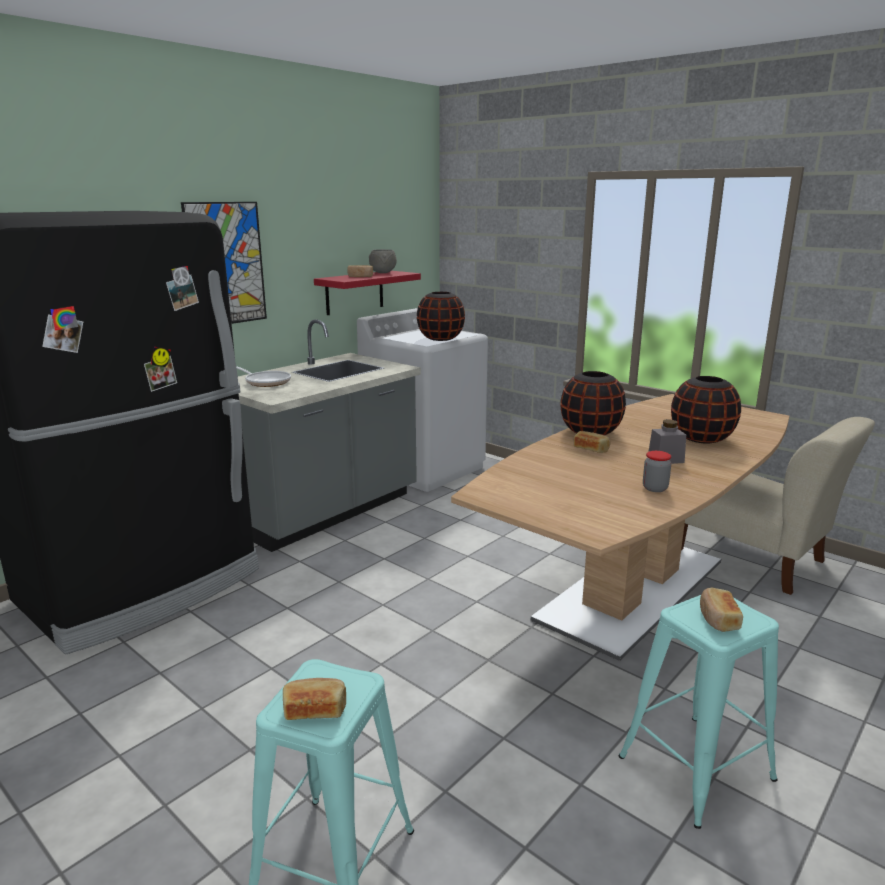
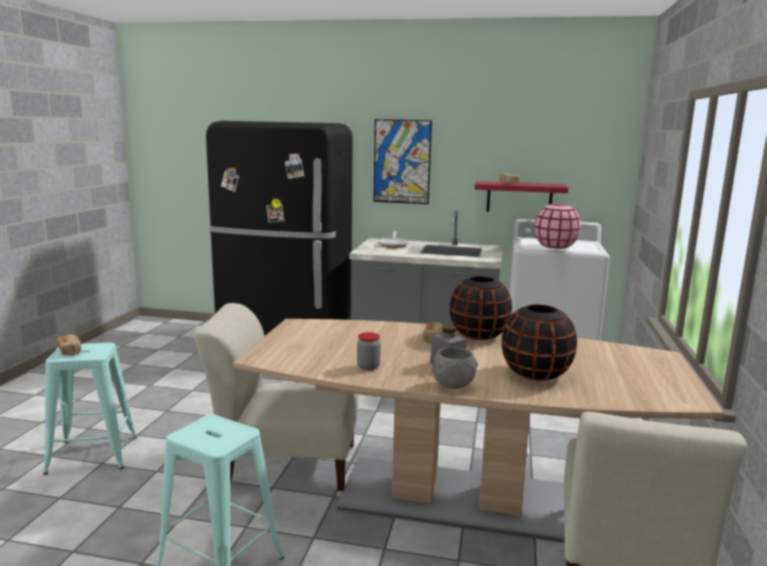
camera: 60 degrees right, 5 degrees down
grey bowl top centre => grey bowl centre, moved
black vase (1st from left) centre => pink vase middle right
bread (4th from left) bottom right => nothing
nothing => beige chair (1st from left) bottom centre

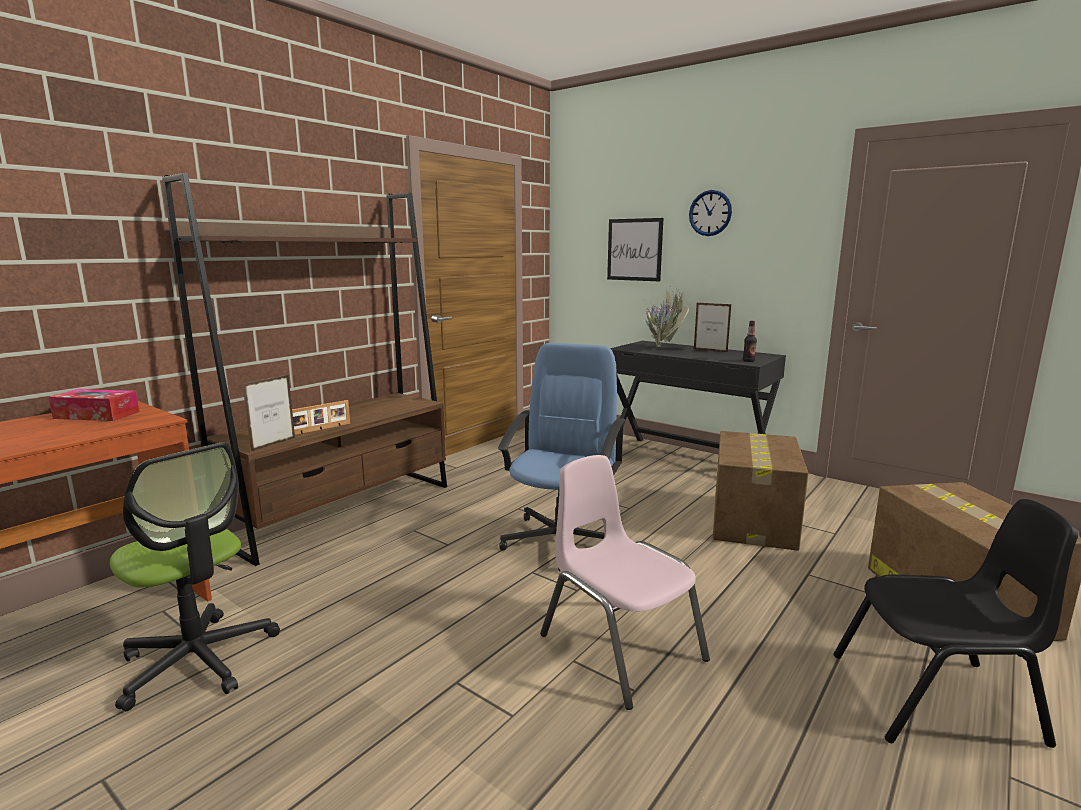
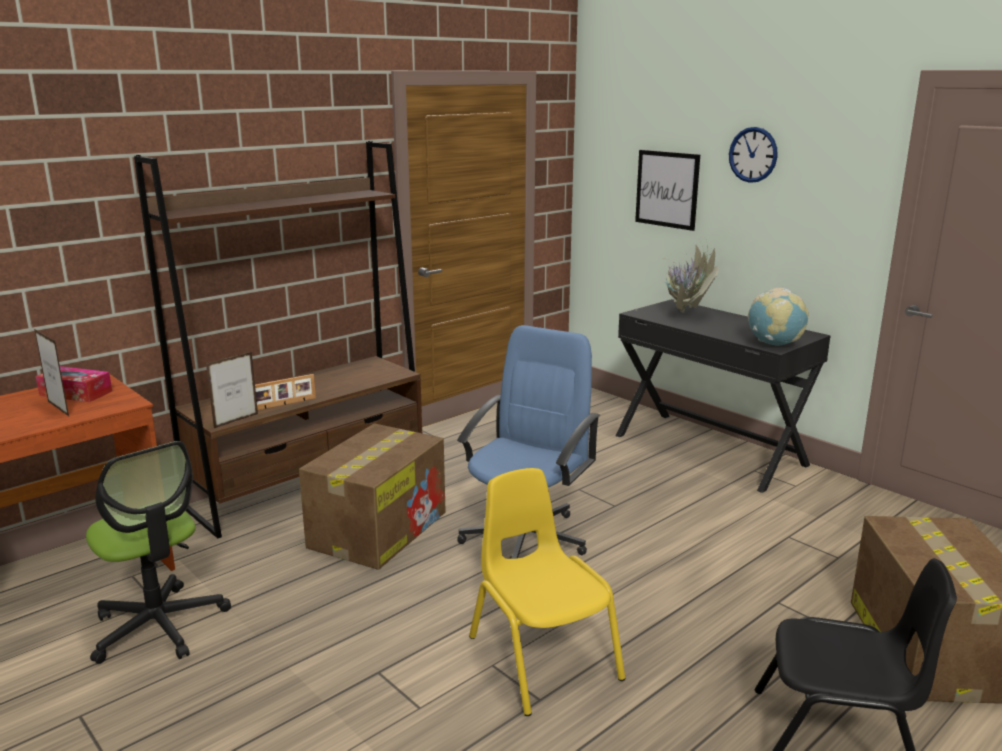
camera: 10 degrees right, 5 degrees up
picture frame (3rd from left in the first image) centre => picture frame (1st from left) middle left, moved
bottle middle right => globe middle right
cardboard box (1st from left) middle right => cardboard box (1st from left) centre, moved
pink chair bottom centre => yellow chair bottom centre

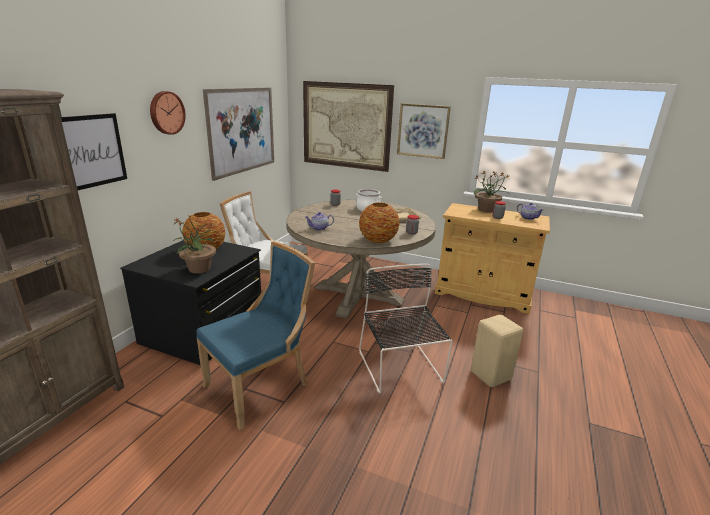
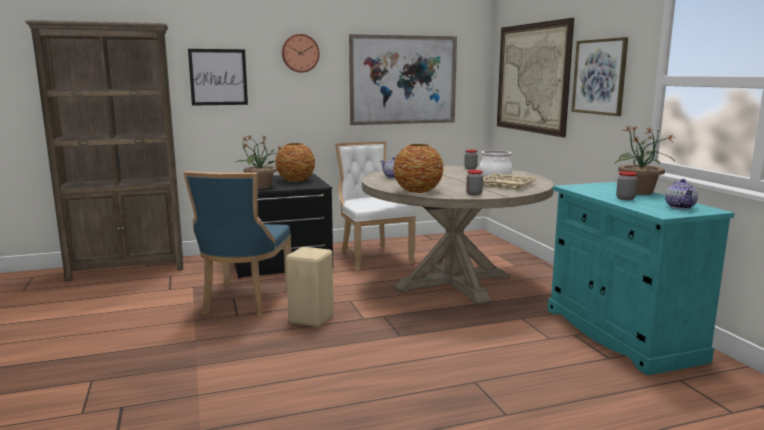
camera: 50 degrees right, 10 degrees down
beige cabinet middle right => turquoise cabinet middle right
blue chair centre => blue chair middle left, 90 degrees clockwise
black chair centre => nothing
beige stool bottom right => beige stool bottom centre, moved

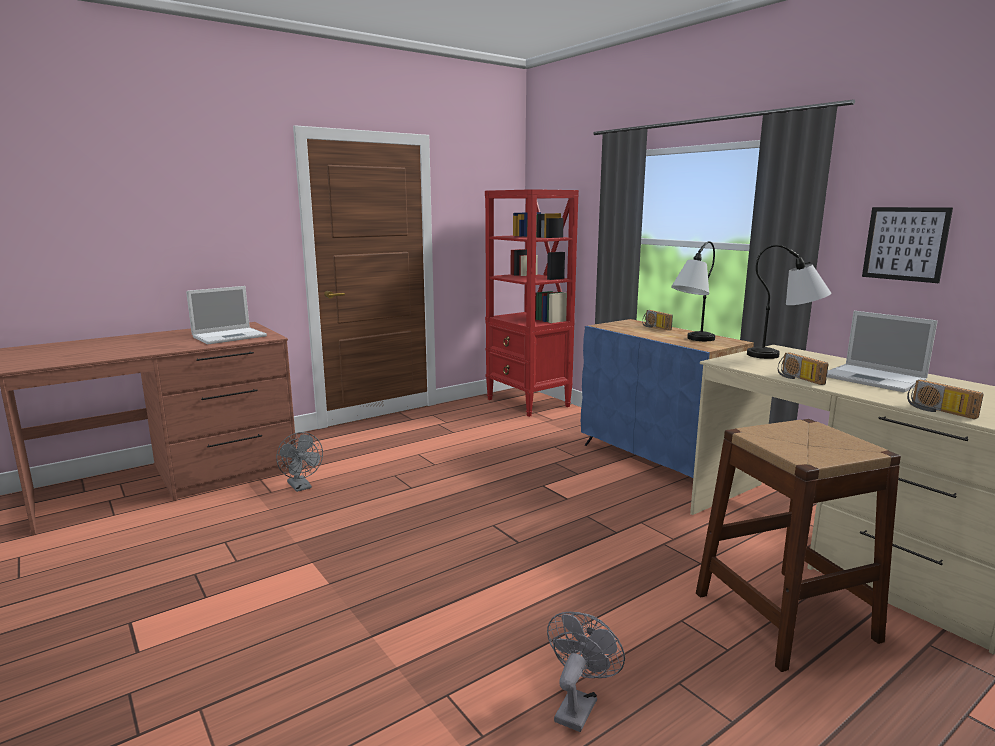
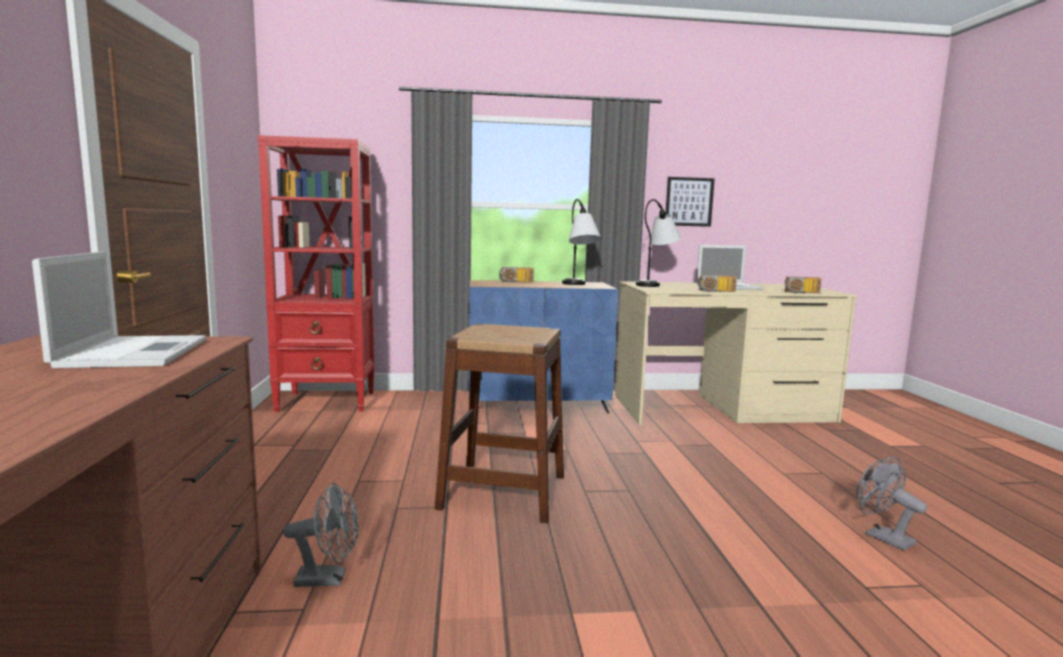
camera: 60 degrees left, 5 degrees down
brown stool bottom right => brown stool centre, moved

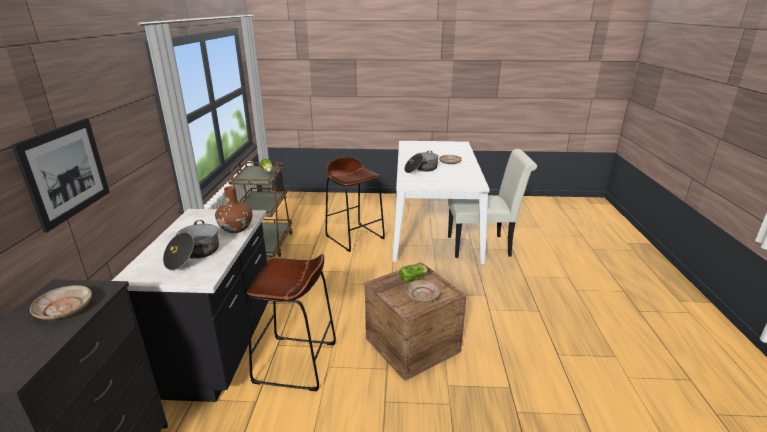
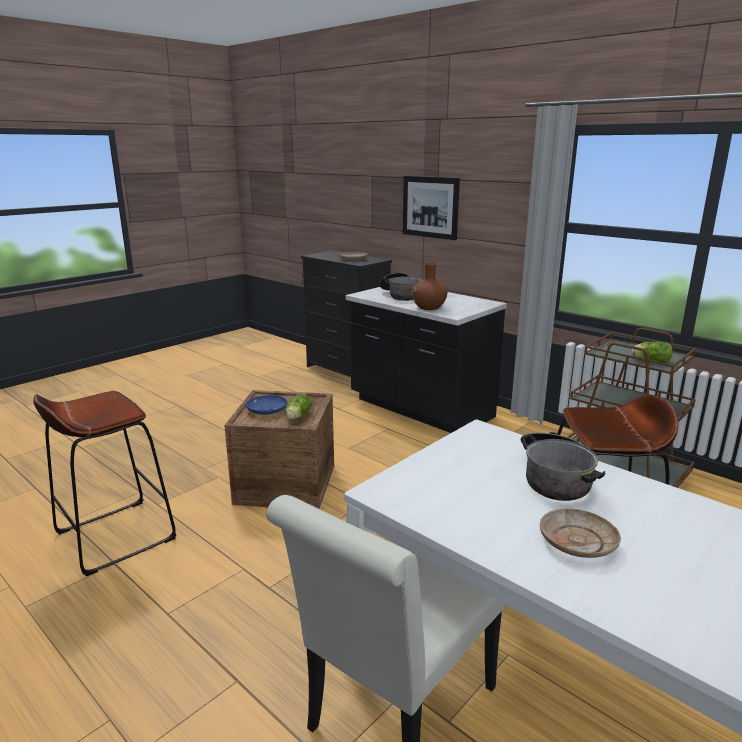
camera: 130 degrees right, 5 degrees down
brown stool (1st from left) bottom centre => brown stool (1st from left) middle left, moved
beige plate (2nd from left) bottom centre => blue plate centre

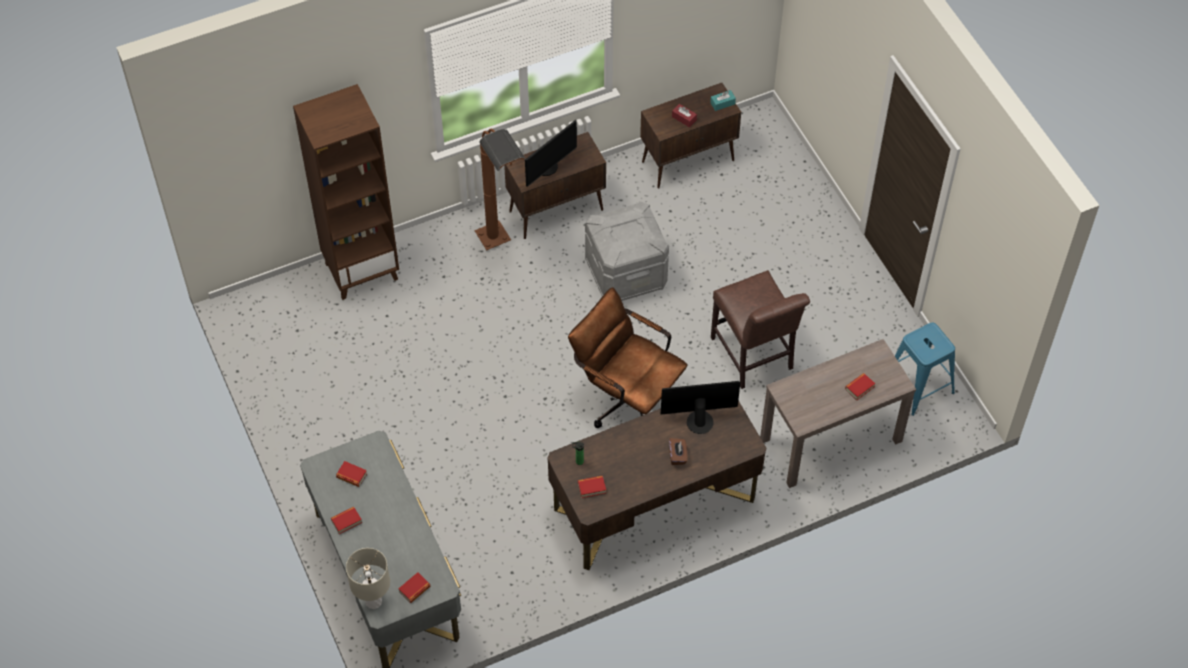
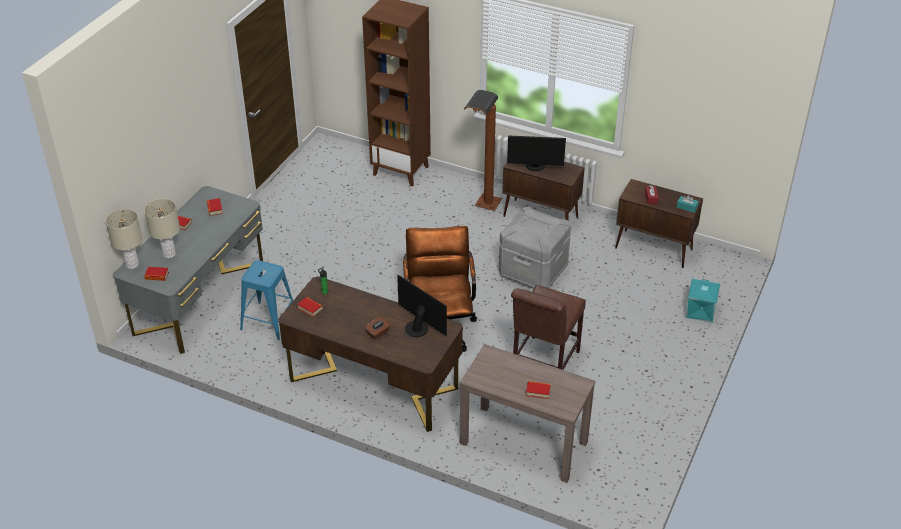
camera: 50 degrees right, 15 degrees down
blue stool middle right => blue stool middle left, moved
nothing => beige table lamp (2nd from left) middle left
nothing => turquoise storage box middle right

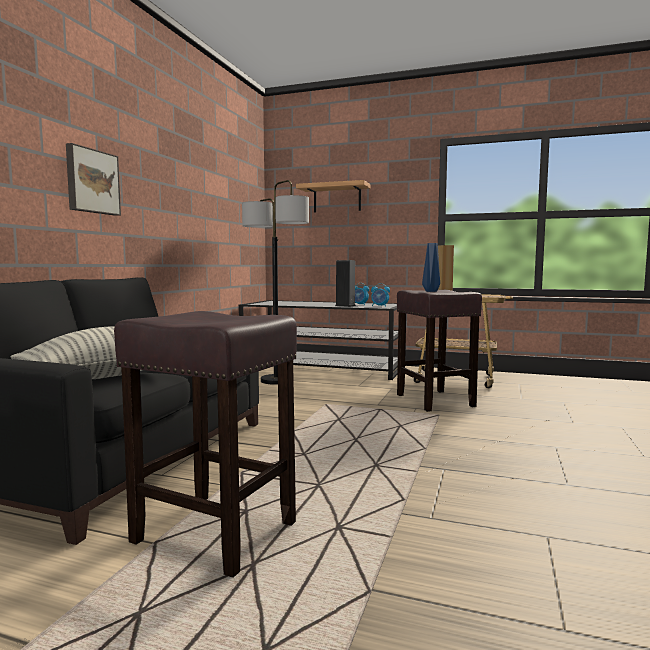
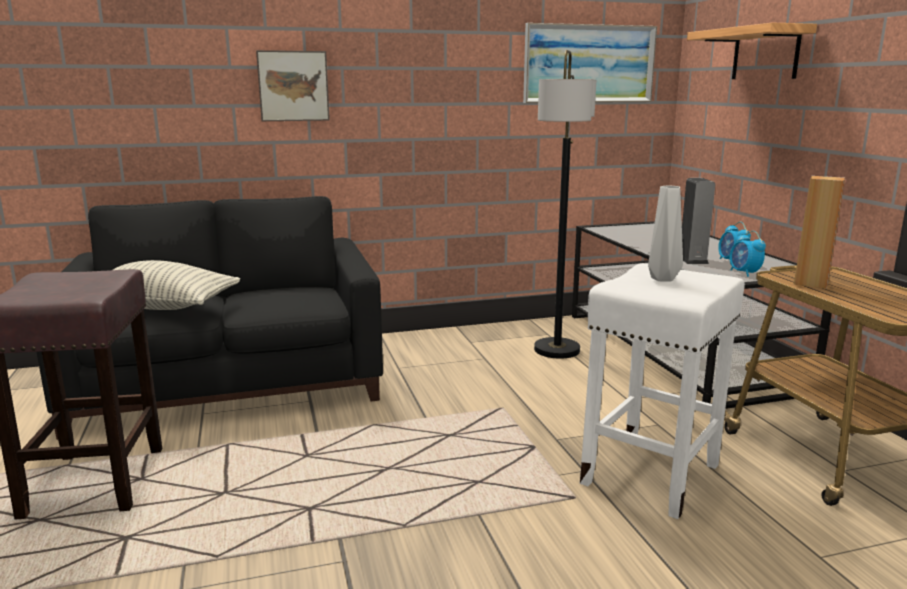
camera: 55 degrees right, 10 degrees up
blue vase centre => grey vase middle right
brown stool (2nd from left) middle right => white stool middle right
nothing => picture (2nd from left) top centre

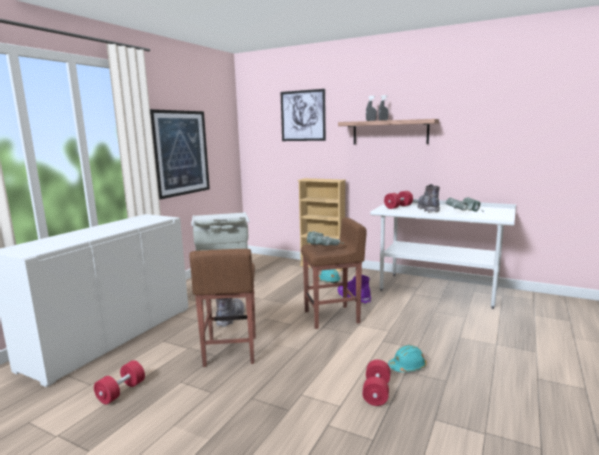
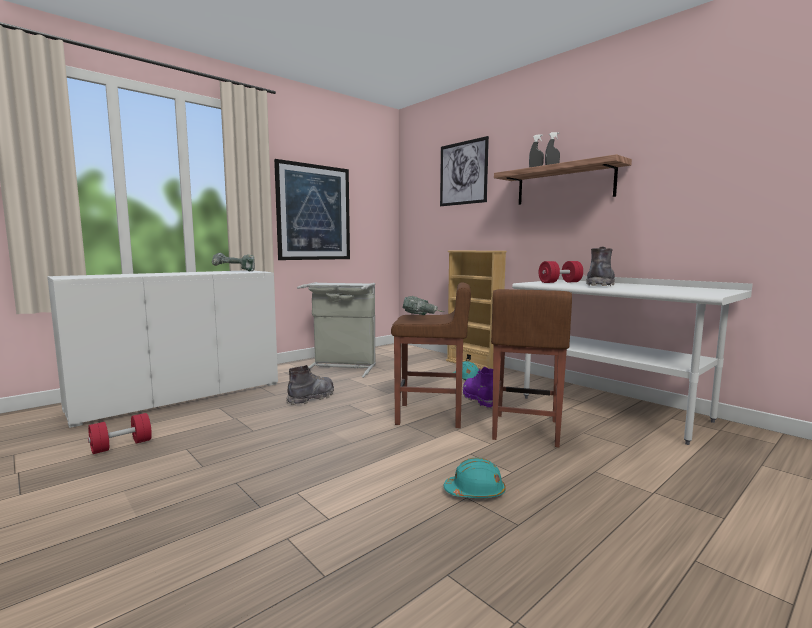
camera: 20 degrees right, 5 degrees down
power drill (2nd from left in the first image) middle right => power drill (1st from left) middle left, moved
brown stool (1st from left in the first image) bottom centre => brown stool (2nd from left) centre, moved
red dumbbell (2nd from left) bottom centre => nothing

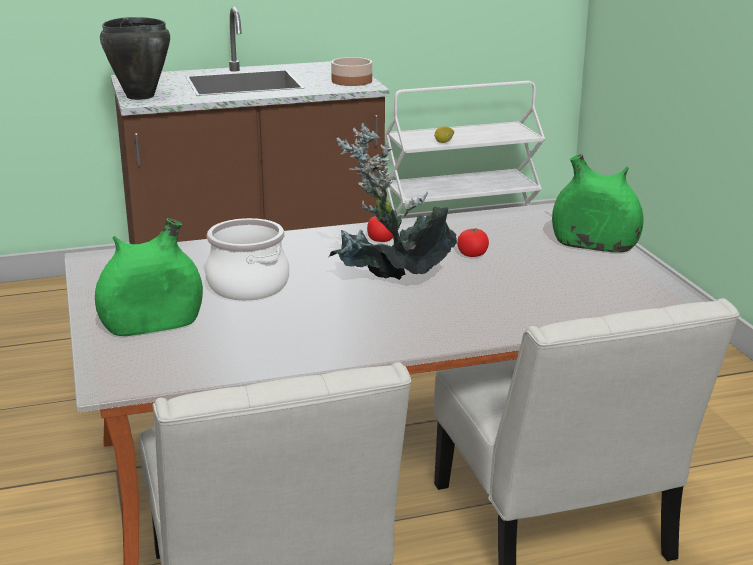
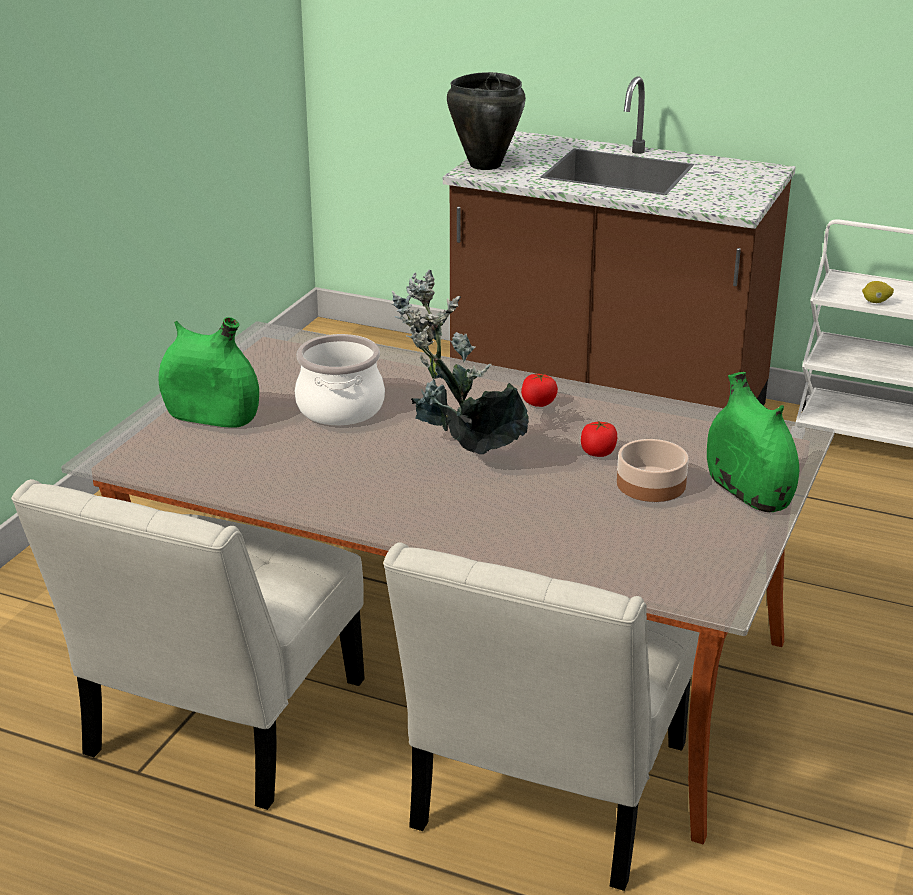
camera: 40 degrees right, 5 degrees up
bowl top centre => bowl middle right, moved

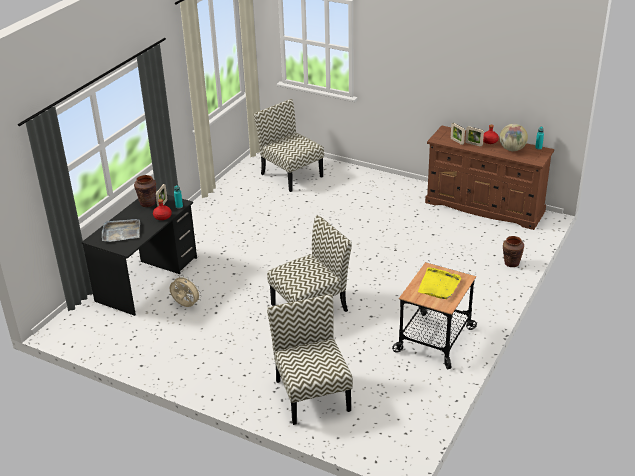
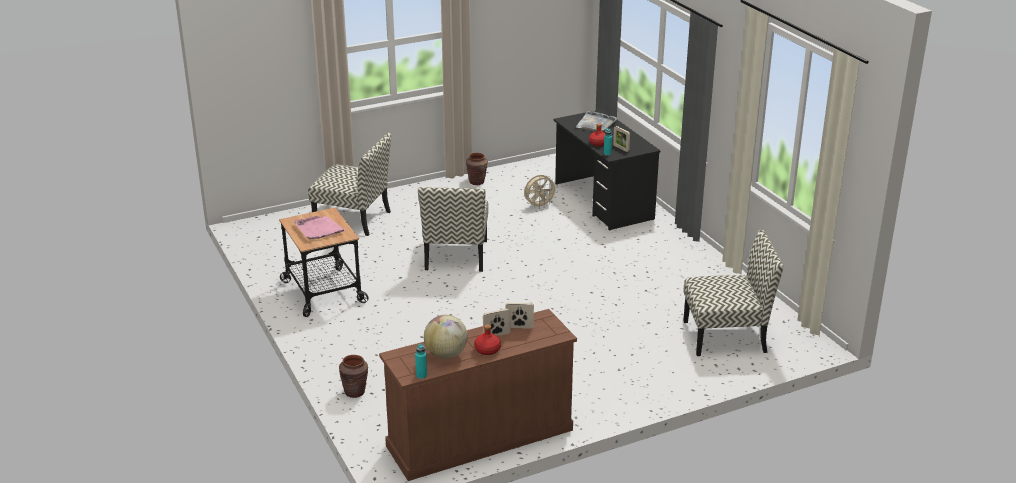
camera: 125 degrees right, 5 degrees down
brown vase (1st from left in the first image) middle left => brown vase (2nd from left) centre, moved
yellow tray middle right => pink tray middle left

